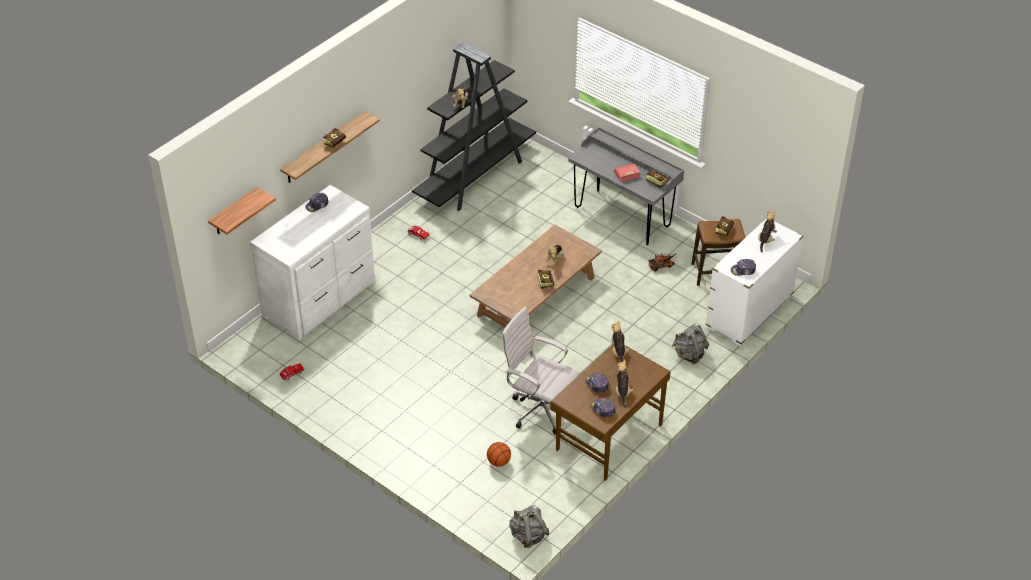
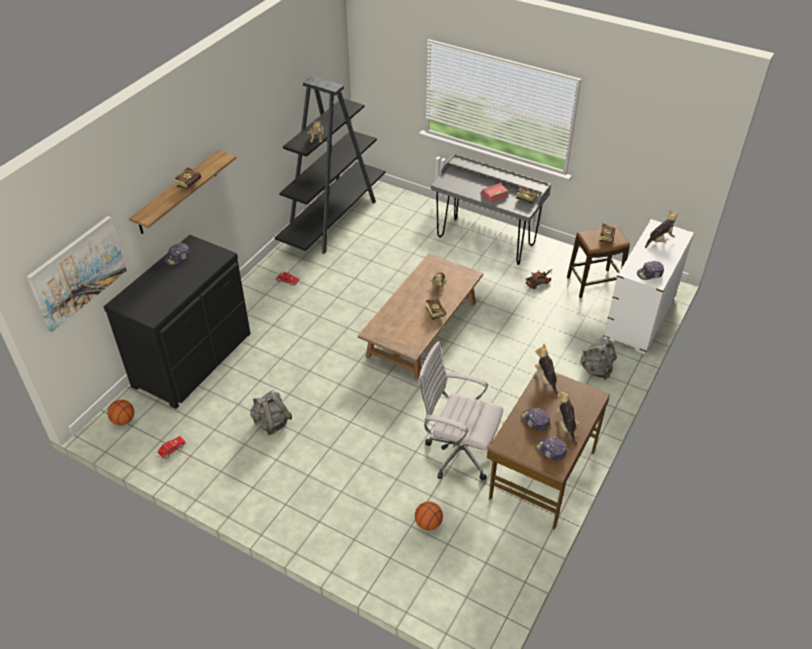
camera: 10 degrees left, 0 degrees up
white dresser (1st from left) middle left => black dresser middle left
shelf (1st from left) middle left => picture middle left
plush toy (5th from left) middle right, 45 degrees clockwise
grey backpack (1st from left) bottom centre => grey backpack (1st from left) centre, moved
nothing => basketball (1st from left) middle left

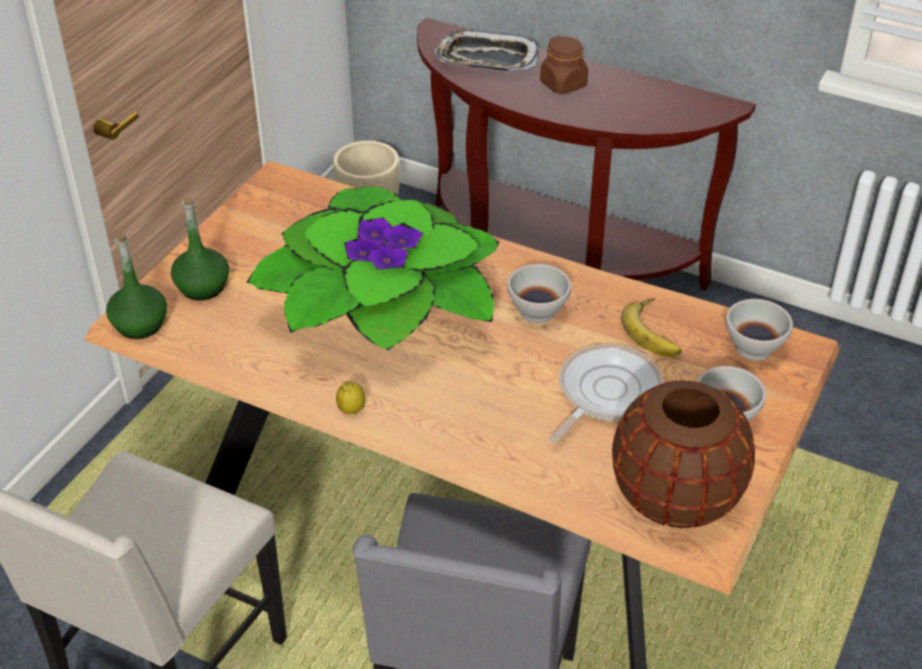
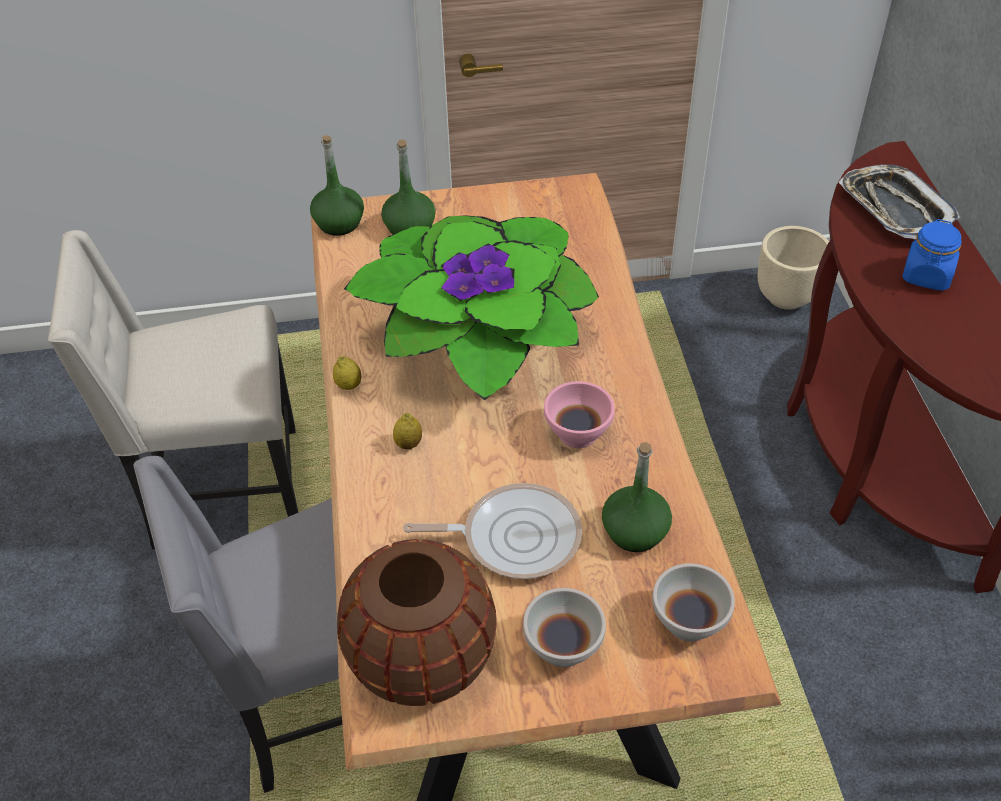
camera: 55 degrees right, 5 degrees up
brown jar top centre => blue jar top right
white bowl (1st from left) centre => pink bowl centre
banana middle right => green bottle (3rd from left) centre
nothing => lemon (2nd from left) centre

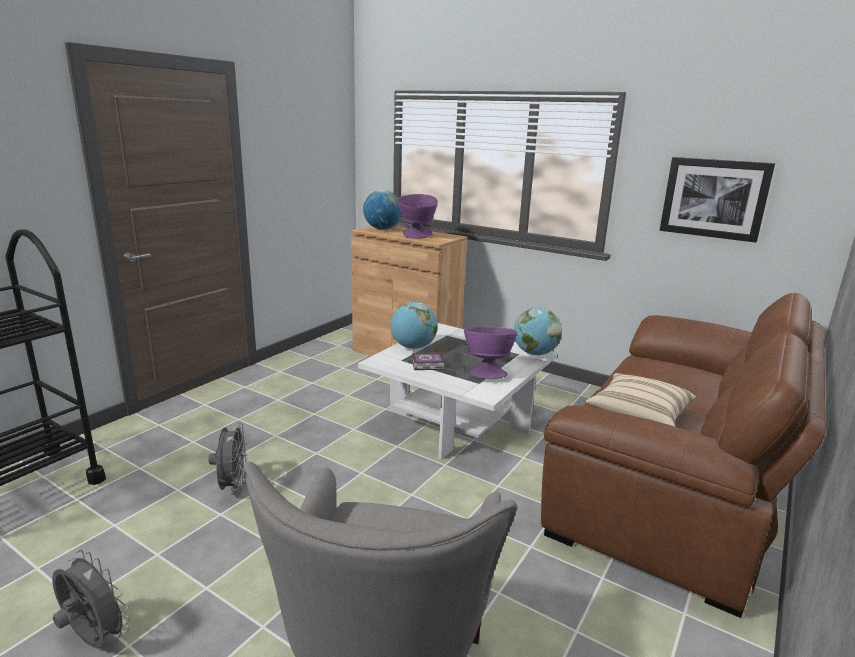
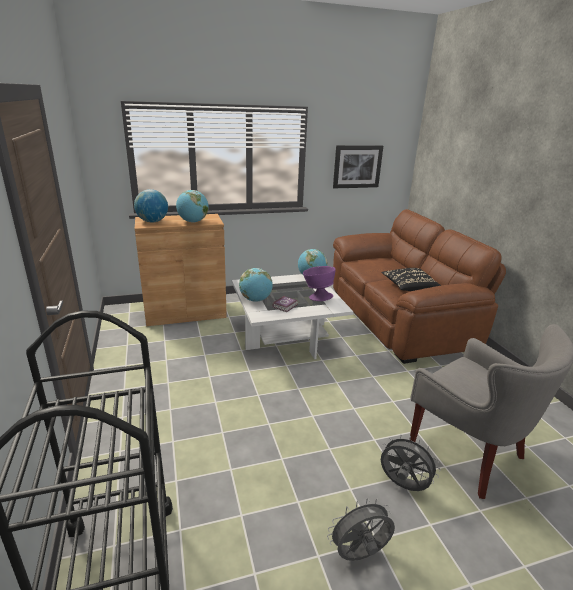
camera: 50 degrees left, 5 degrees up
purple bowl (1st from left) top centre => globe (2nd from left) centre
beige pillow middle right => black pillow middle right
grey fan (2nd from left) bottom left => grey fan (2nd from left) bottom right, moved

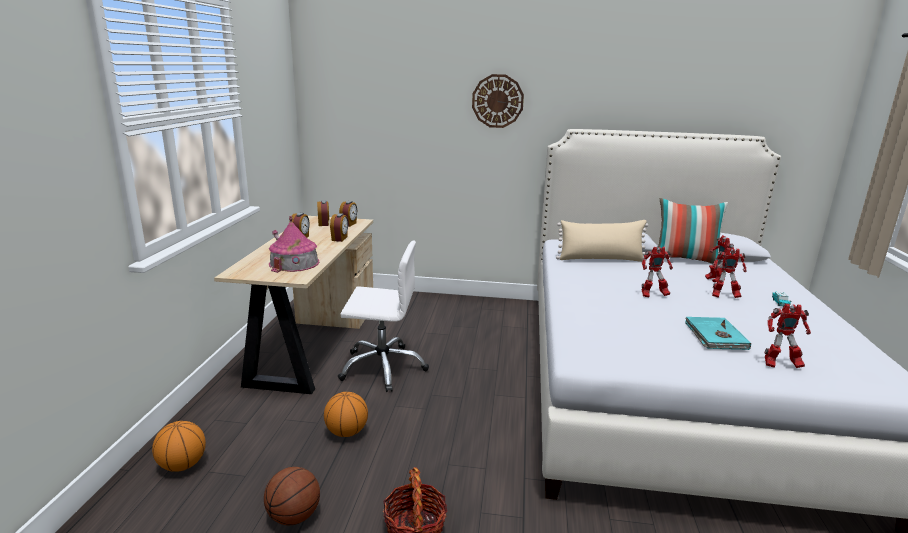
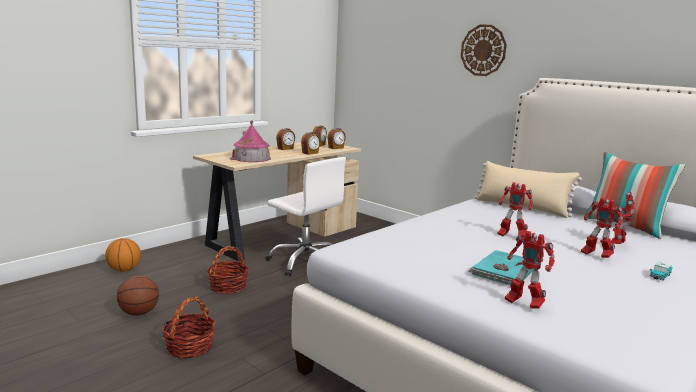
camera: 35 degrees right, 5 degrees down
basketball (3rd from left) bottom centre => basket (2nd from left) bottom left

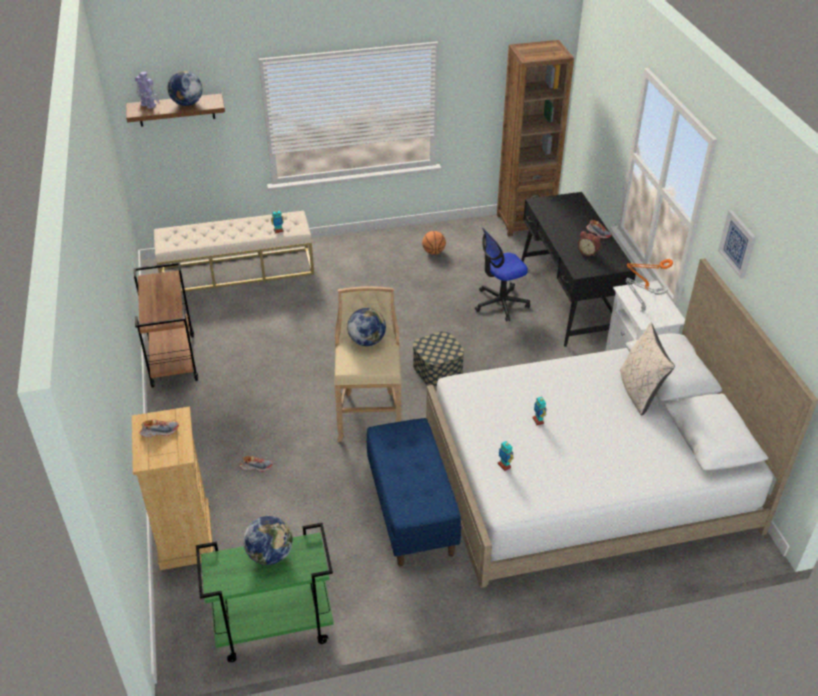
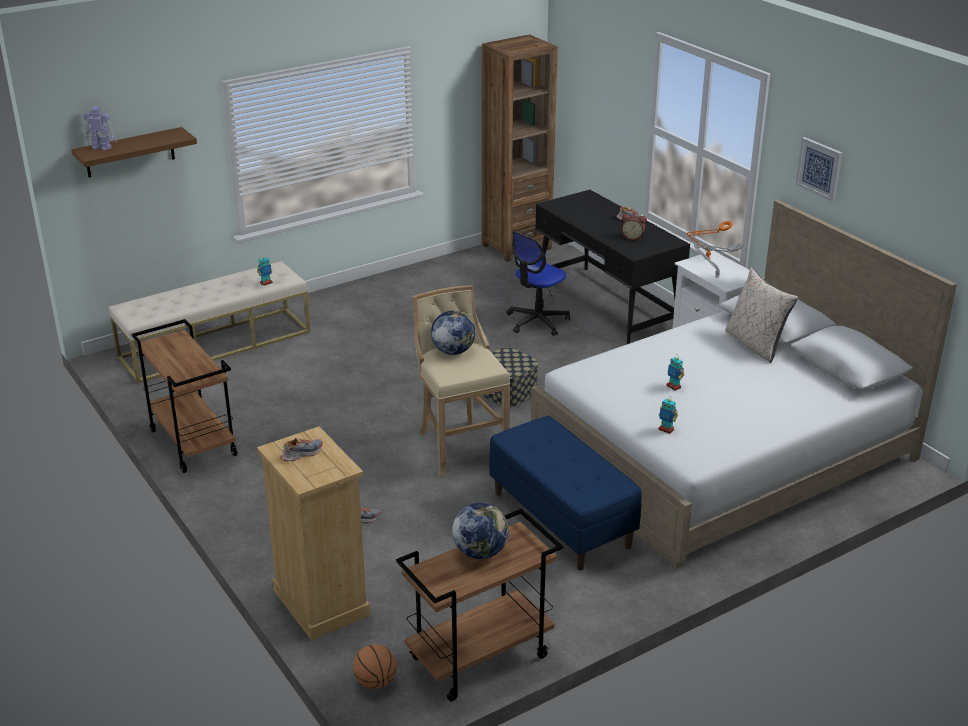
camera: 20 degrees left, 10 degrees down
globe (1st from left) top left => nothing
basketball centre => basketball bottom centre, moved
green cart bottom left => brown cart (2nd from left) bottom centre

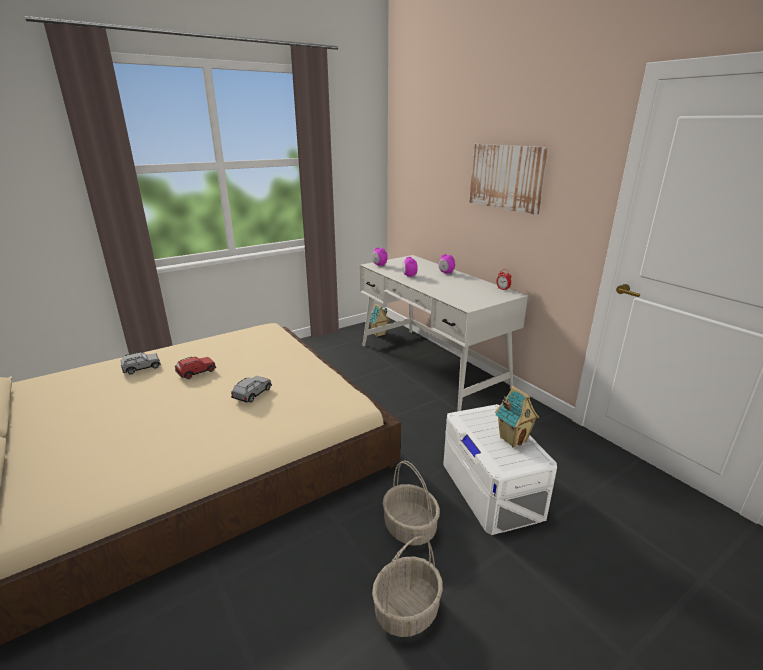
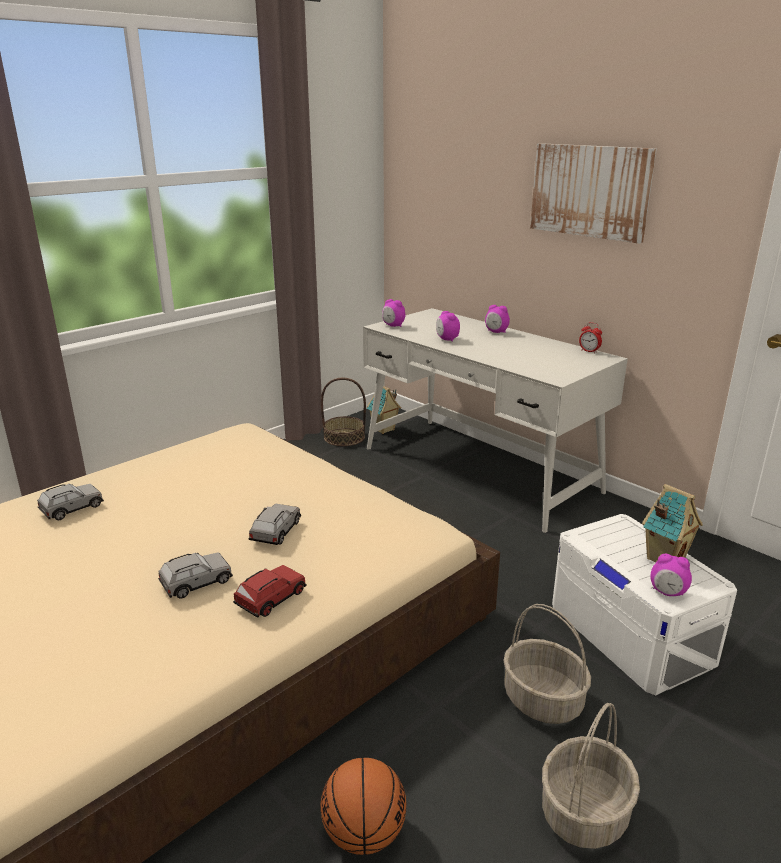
camera: 10 degrees left, 0 degrees up
red toy car middle left => red toy car bottom centre, moved
nothing => basket (1st from left) centre
nothing => grey toy car (2nd from left) middle left
nothing => alarm clock (5th from left) middle right
nothing => basketball bottom centre

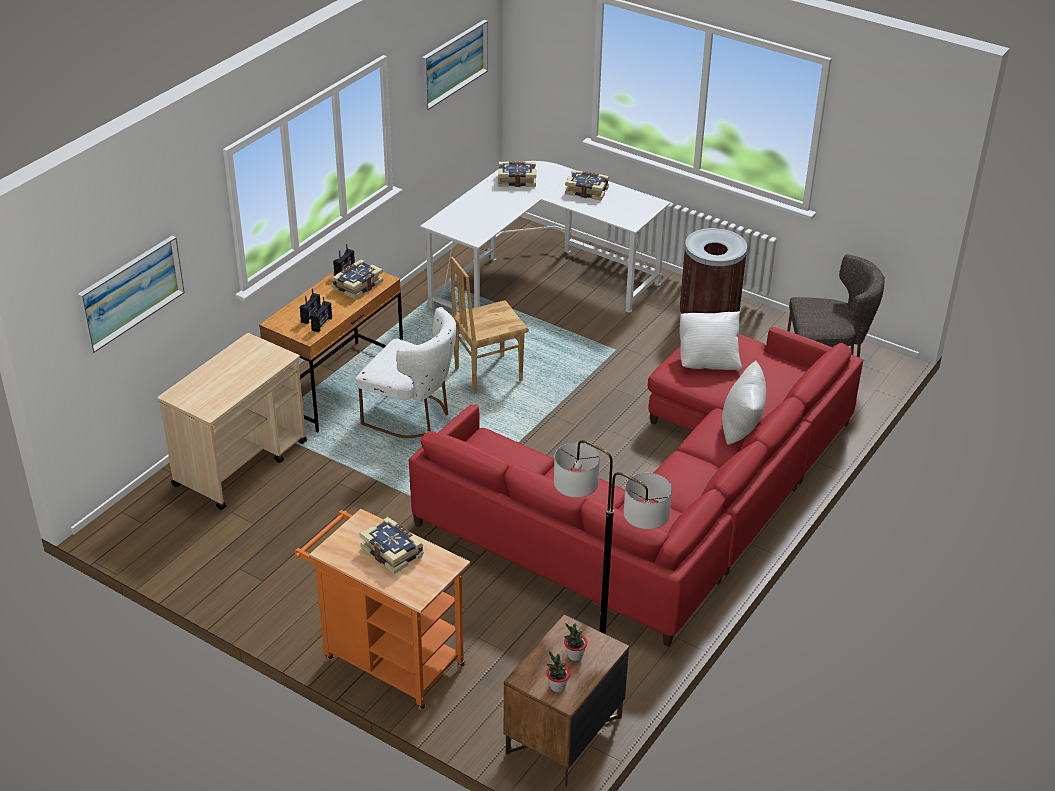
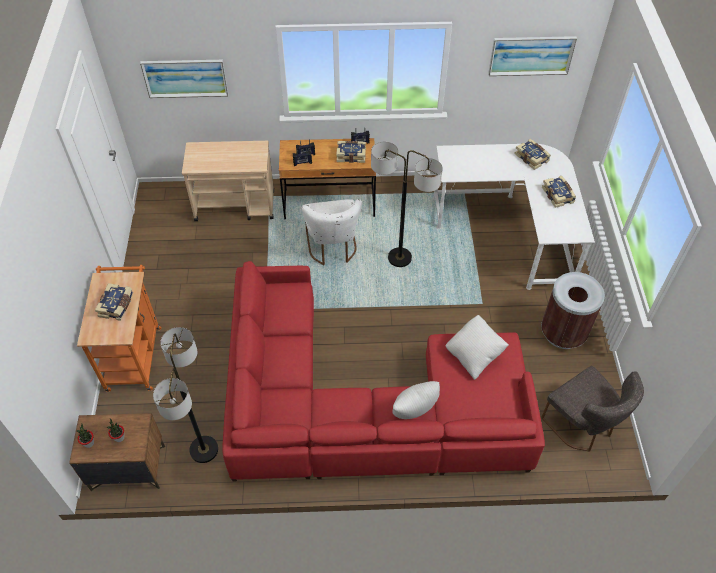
camera: 55 degrees right, 15 degrees up
brown chair centre => floor lamp (2nd from left) centre

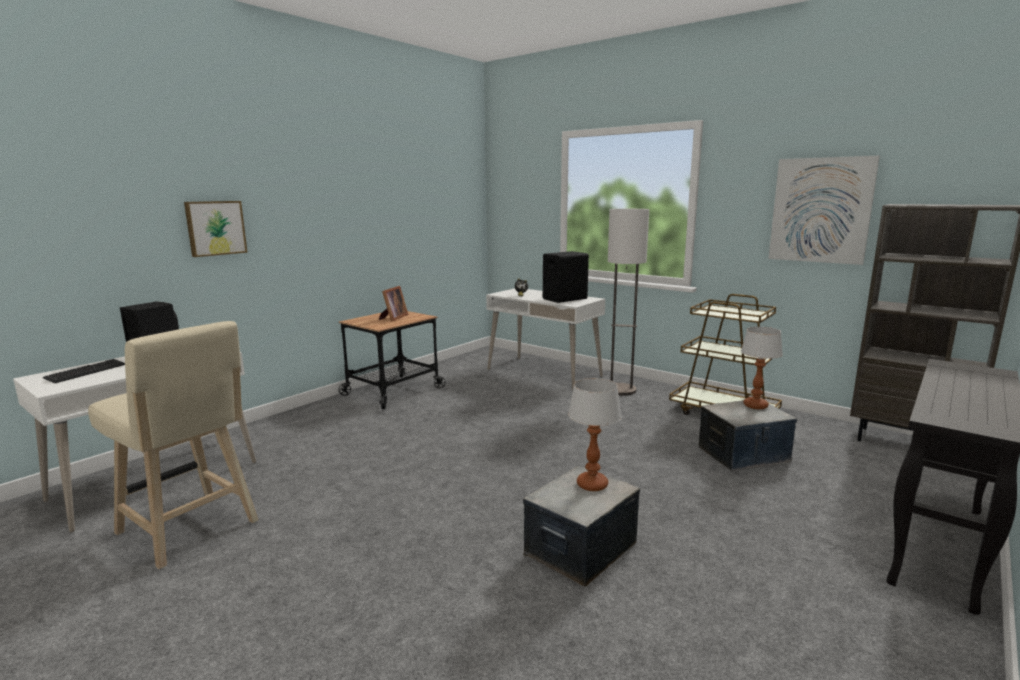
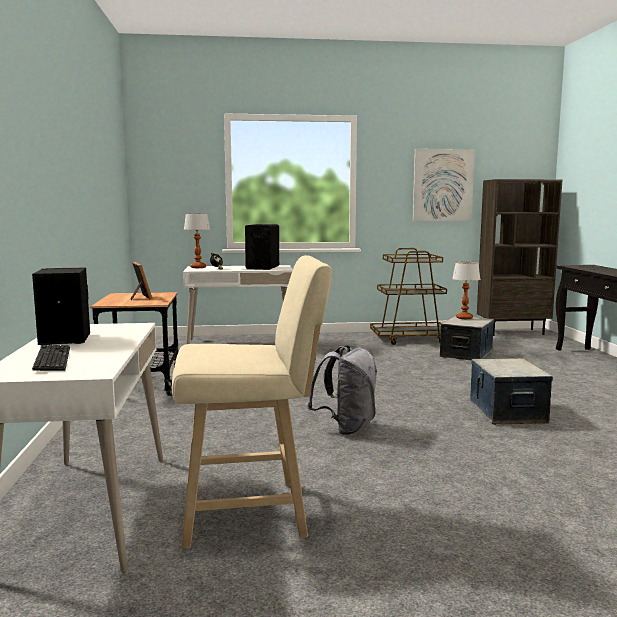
camera: 45 degrees left, 5 degrees down
picture (1st from left) middle left => nothing
floor lamp centre => nothing
table lamp (1st from left) centre => table lamp (1st from left) middle left, moved
nothing => grey backpack centre

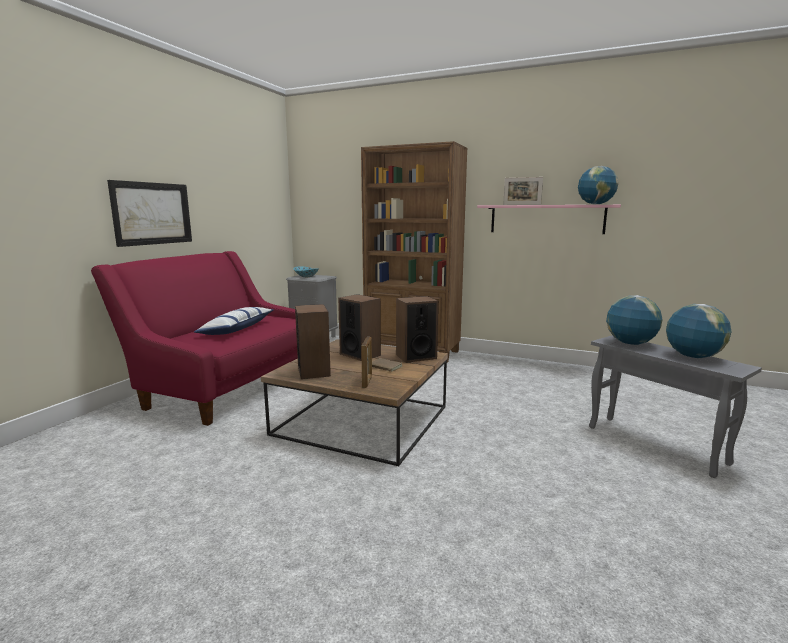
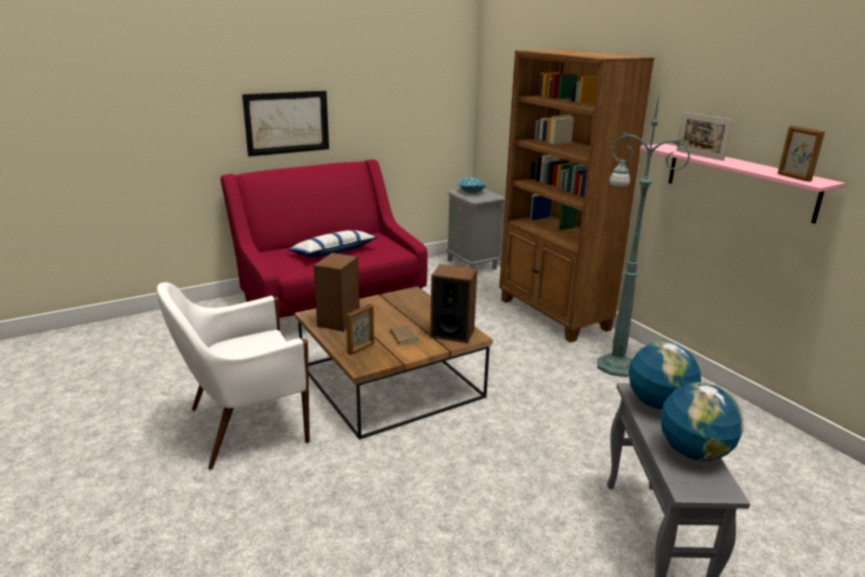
camera: 35 degrees right, 10 degrees up
globe (1st from left) top right => picture frame (3rd from left) top right
speaker (2nd from left) centre => nothing
nothing => green floor lamp middle right
nothing => white armchair middle left

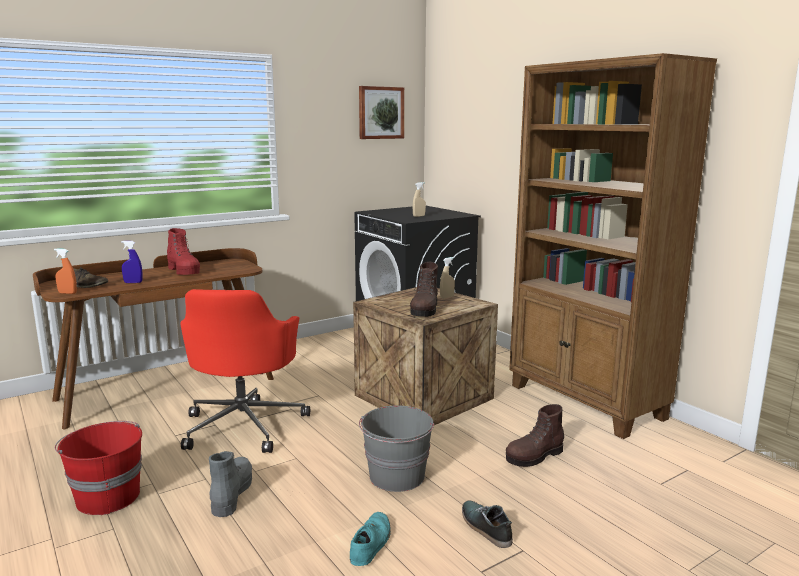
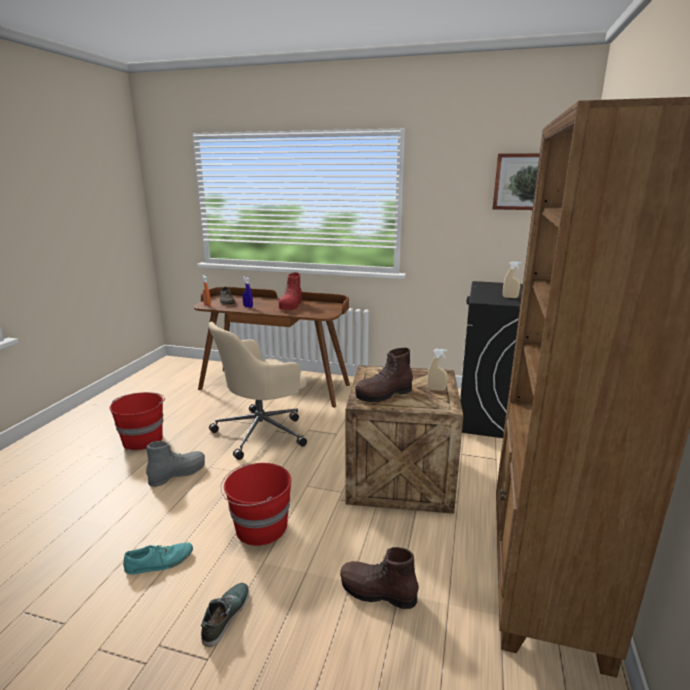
camera: 50 degrees right, 5 degrees up
red office chair middle left => beige office chair centre
grey bucket bottom centre => red bucket (2nd from left) bottom centre

